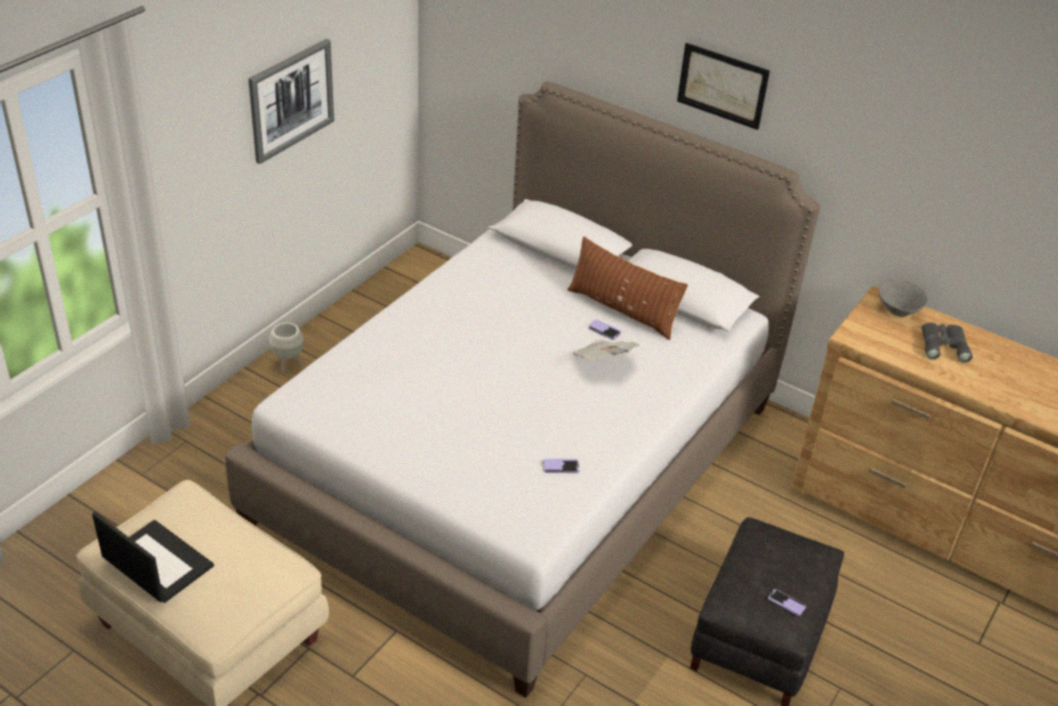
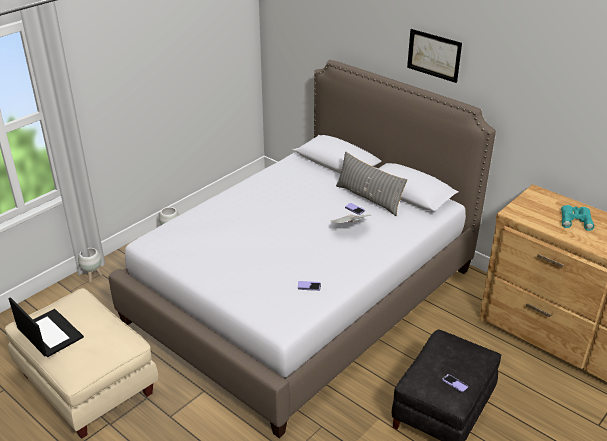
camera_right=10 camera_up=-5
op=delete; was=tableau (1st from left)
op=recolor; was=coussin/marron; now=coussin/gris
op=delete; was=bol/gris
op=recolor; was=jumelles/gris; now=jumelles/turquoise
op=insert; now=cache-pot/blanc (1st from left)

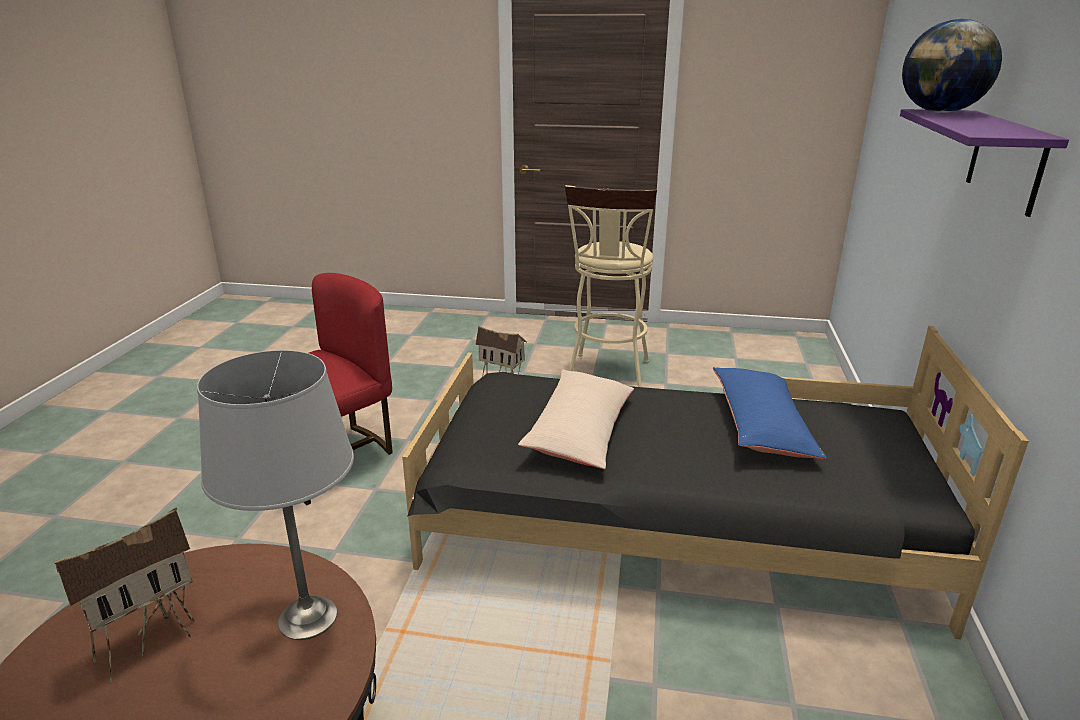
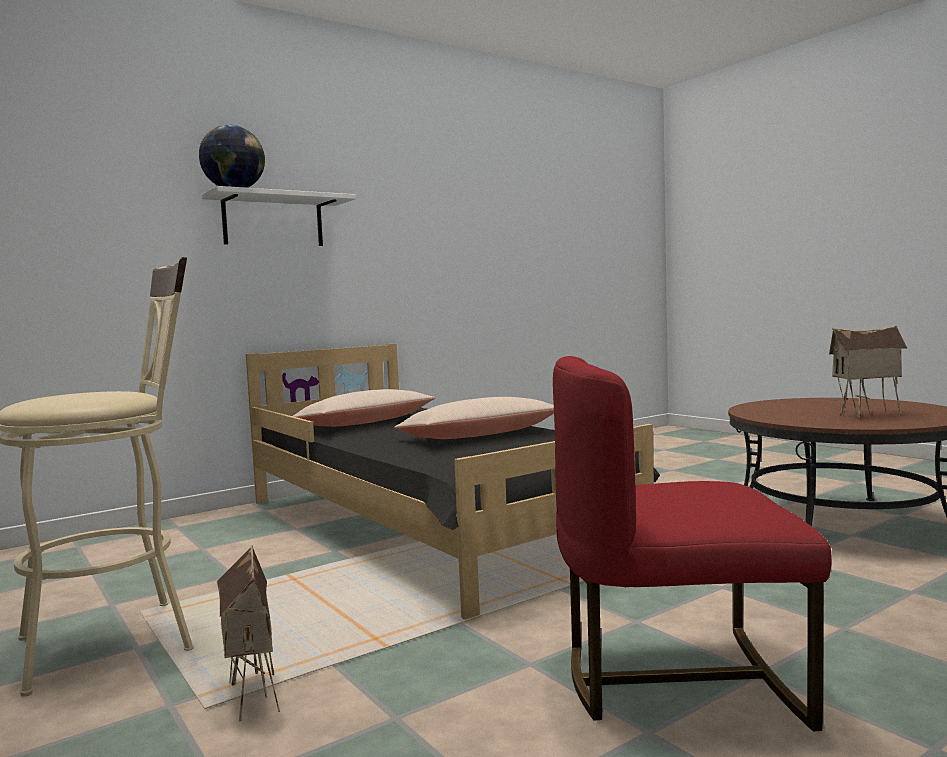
camera_right=-135 camera_up=-20
op=delete; was=lampe de table/gris
op=recolor; was=coussin/bleu; now=coussin/beige (1st from left)
op=recolor; was=étagère/violet; now=étagère/blanc

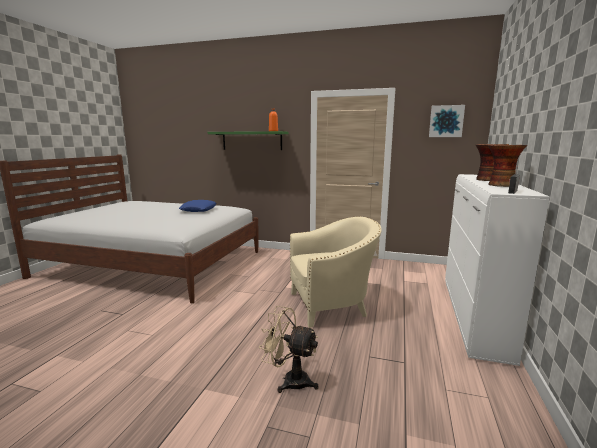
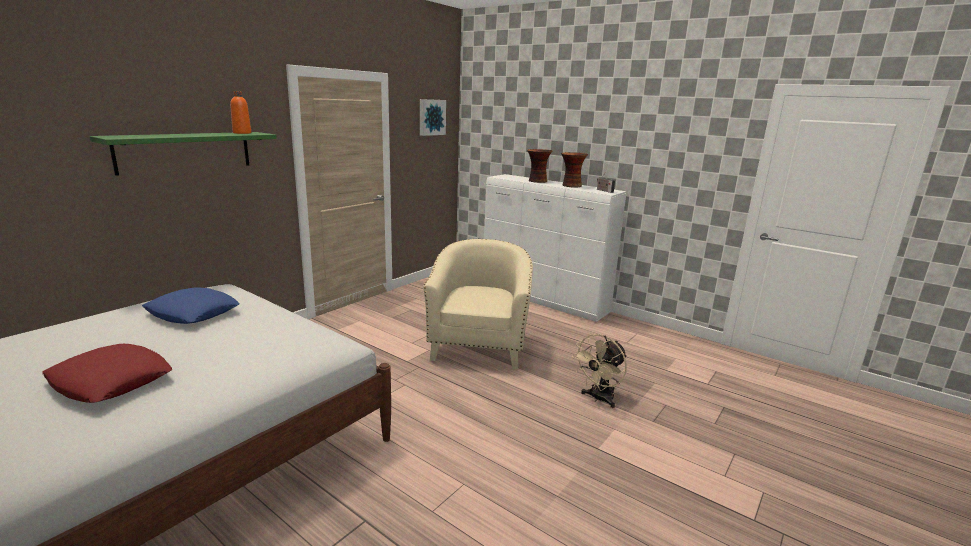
camera_right=-70 camera_up=5
op=insert; now=coussin/rouge

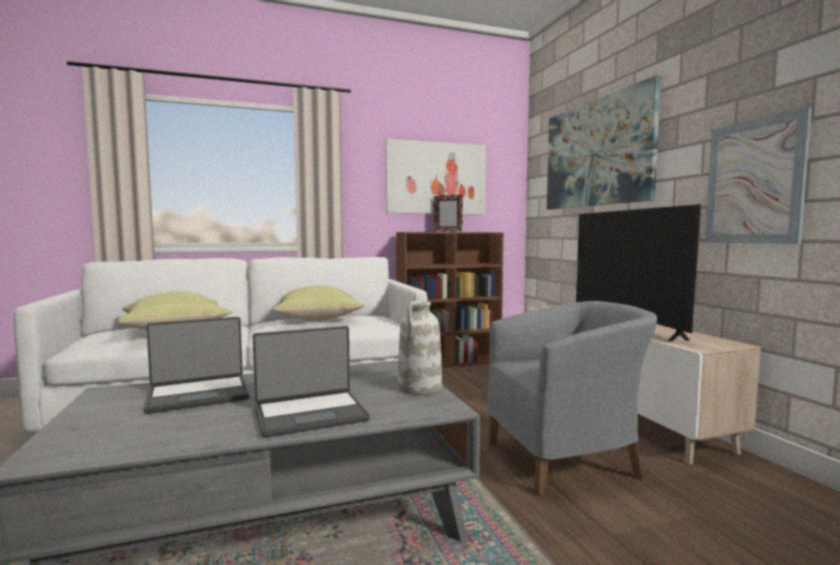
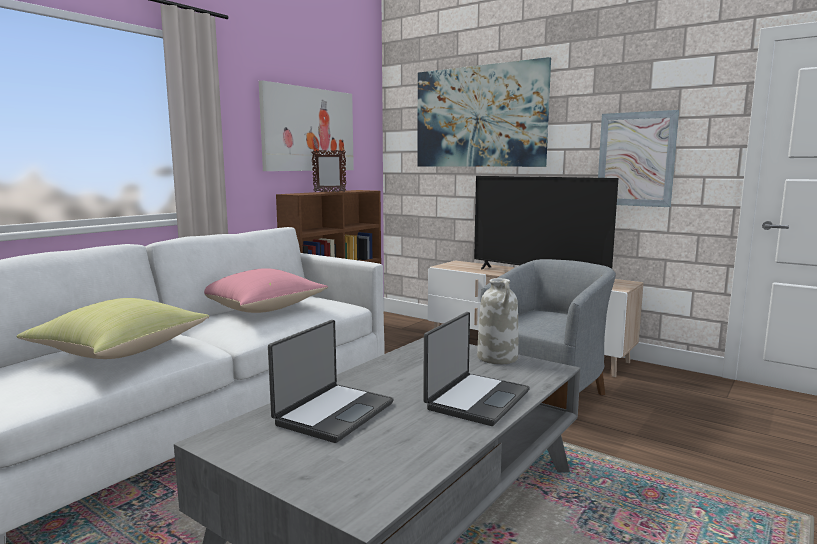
camera_right=-35 camera_up=5
op=recolor; was=coussin/jaune (2nd from left); now=coussin/rose

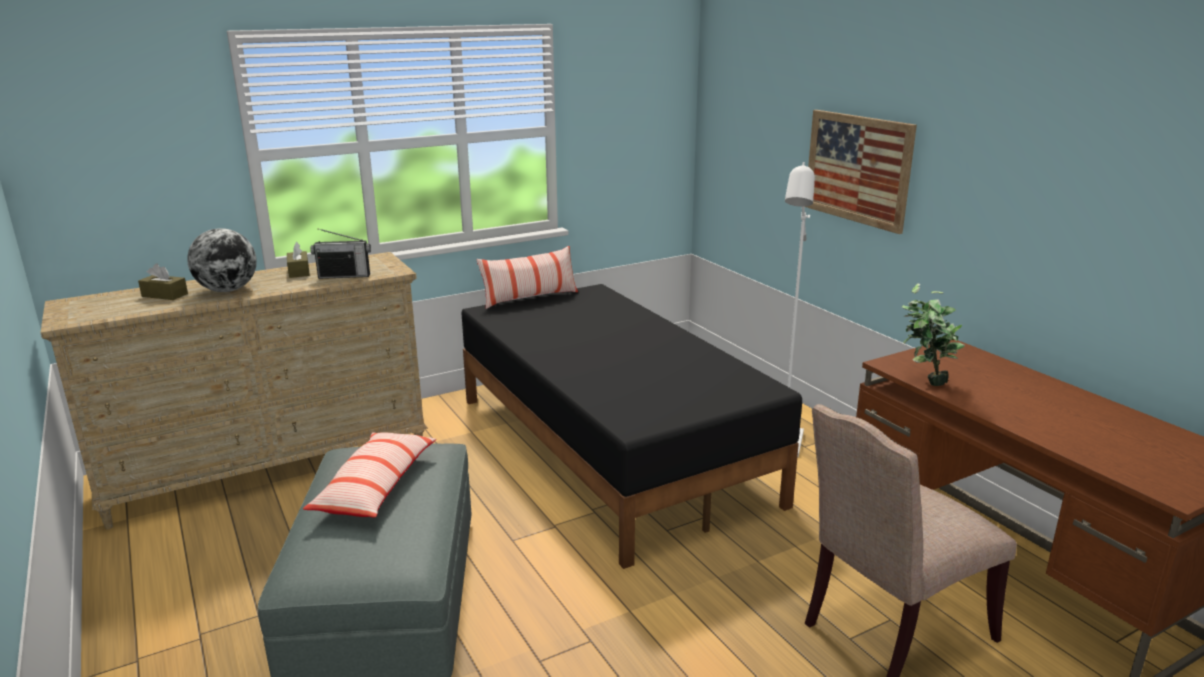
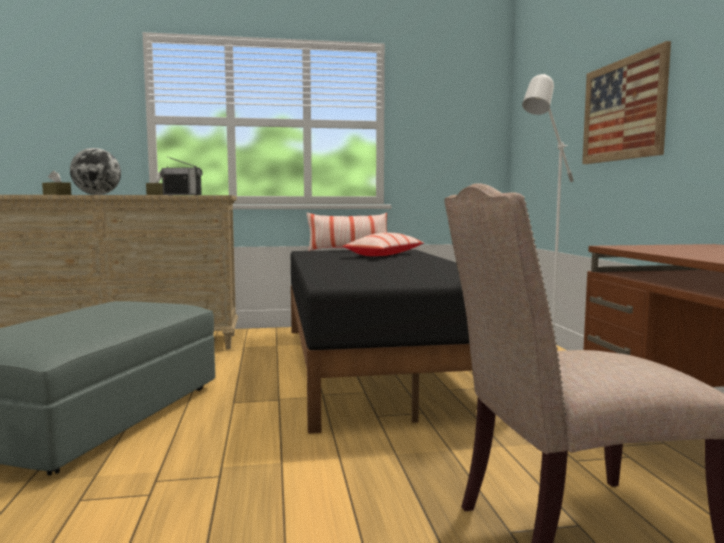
camera_right=20 camera_up=-15
op=move; was=coussin (1st from left in the first image); now=coussin (2nd from left)
op=delete; was=plante en pot

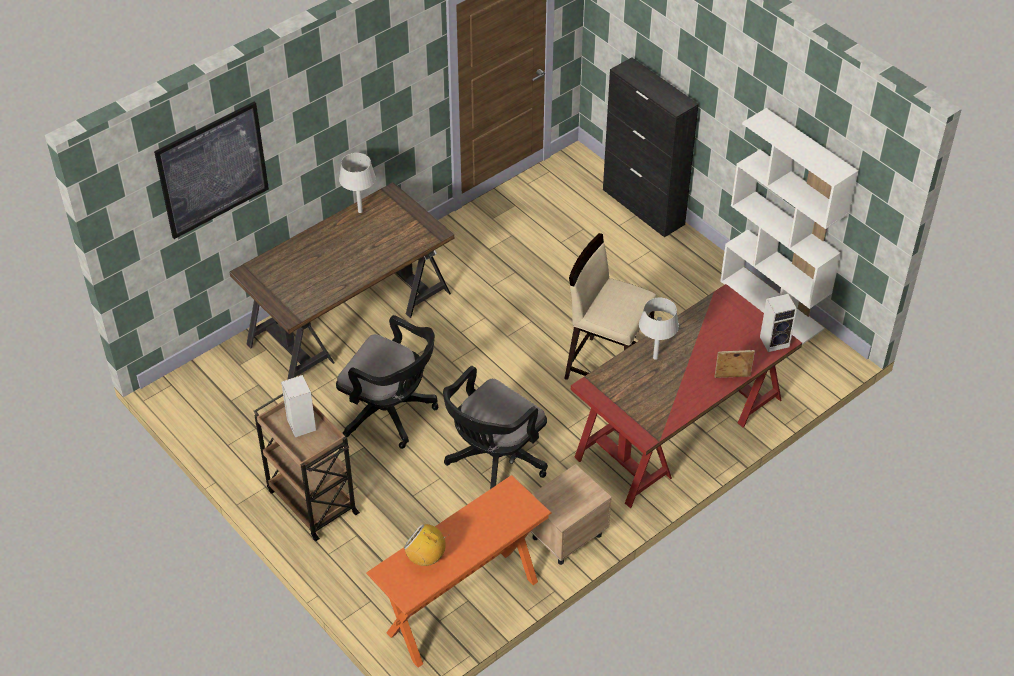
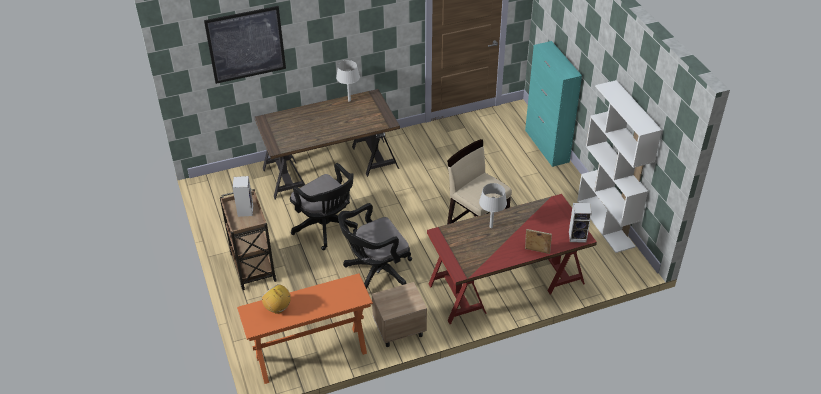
camera_right=20 camera_up=-5
op=recolor; was=meuble de rangement/noir; now=meuble de rangement/turquoise

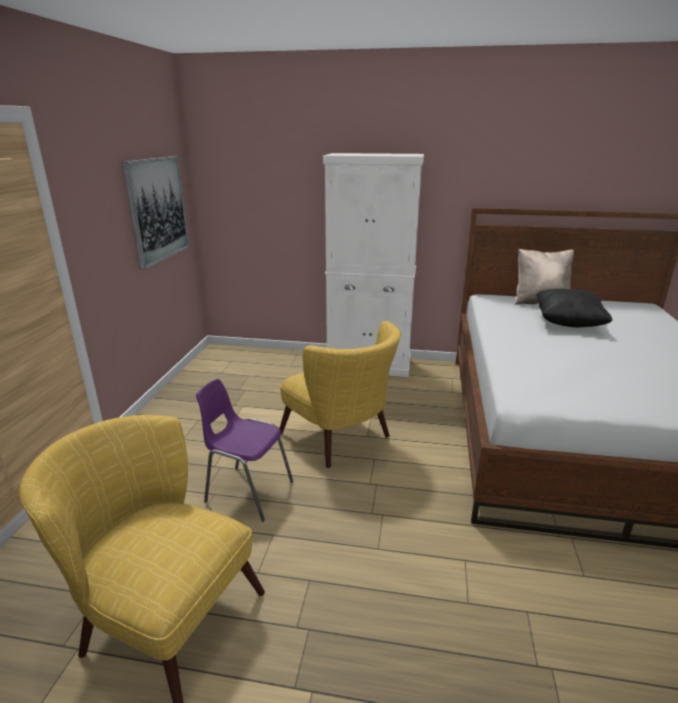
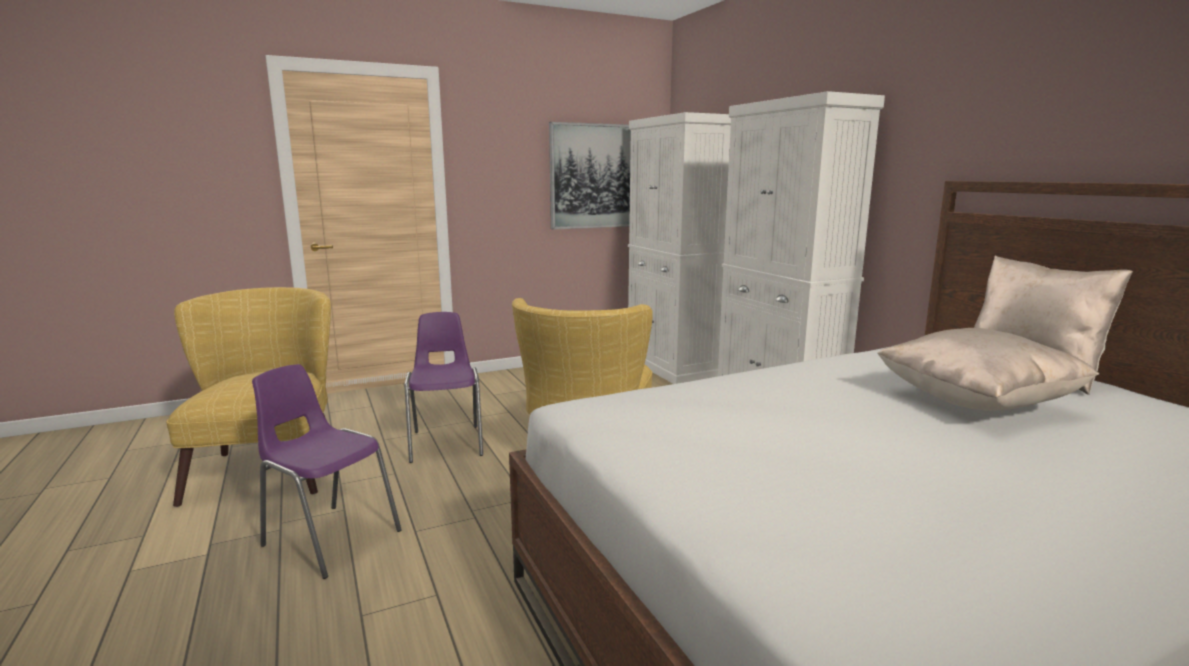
camera_right=55 camera_up=-10
op=recolor; was=coussin/noir; now=coussin/beige (1st from left)
op=insert; now=chaise/violet (1st from left)
op=insert; now=meuble de rangement/blanc (1st from left)

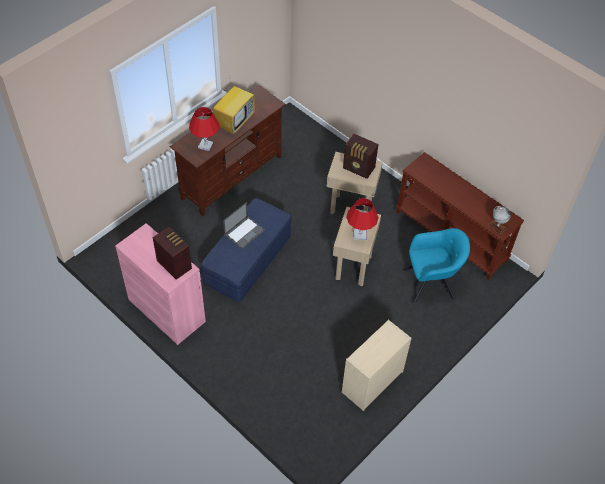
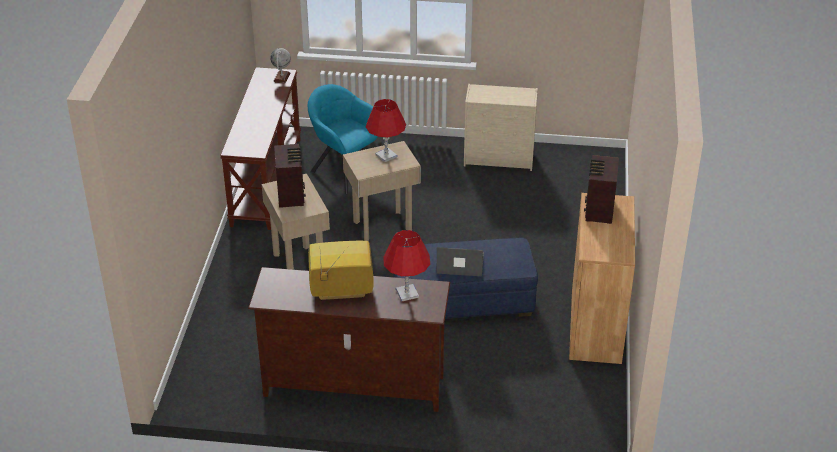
camera_right=-125 camera_up=-15
op=recolor; was=meuble de rangement/rose; now=meuble de rangement/marron

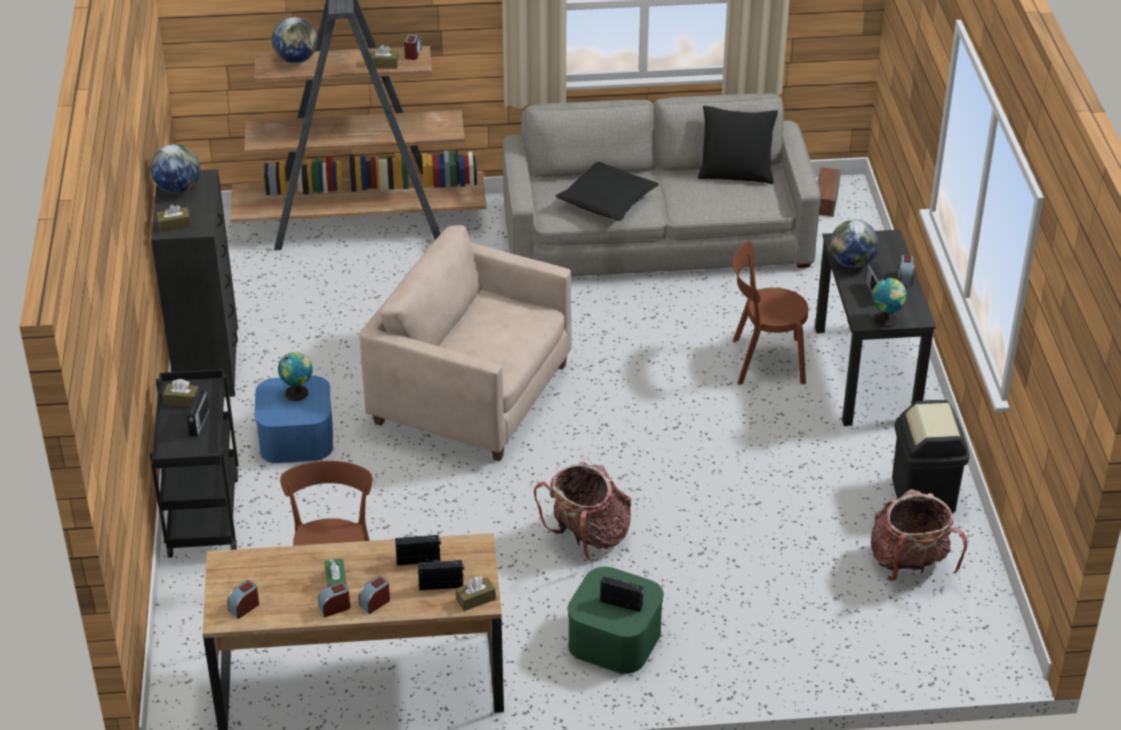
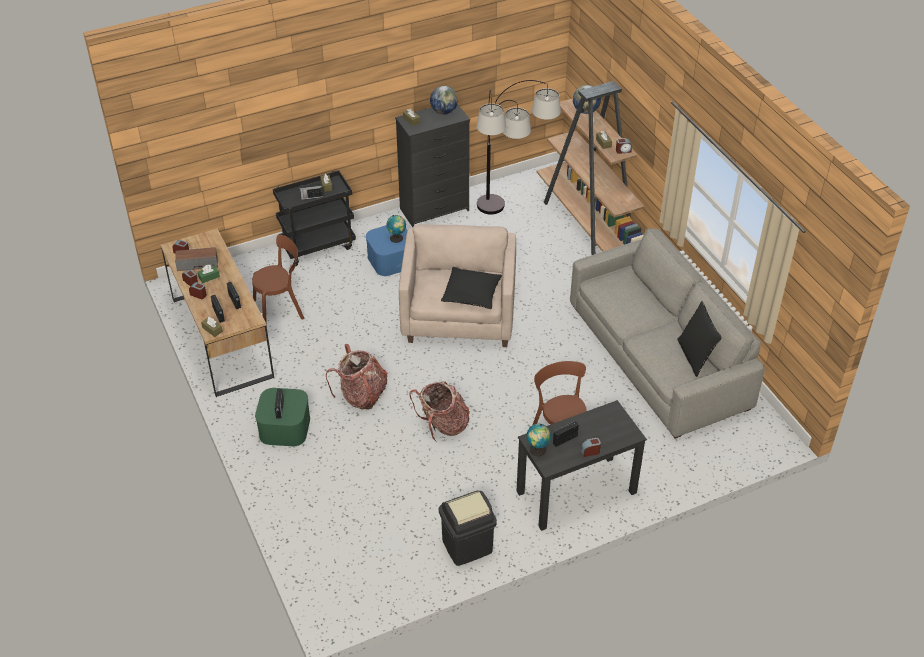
camera_right=70 camera_up=5
op=move; was=coussin/noir (1st from left)
op=move; was=enceinte
op=delete; was=globe (4th from left)
op=move; was=sac à dos (2nd from left)
op=insert; now=lampadaire

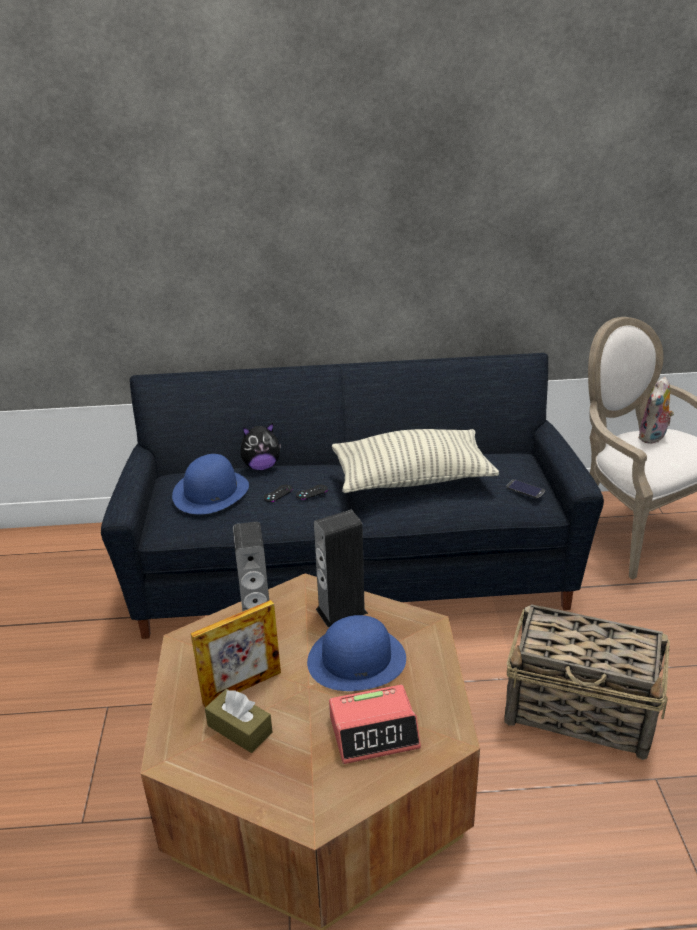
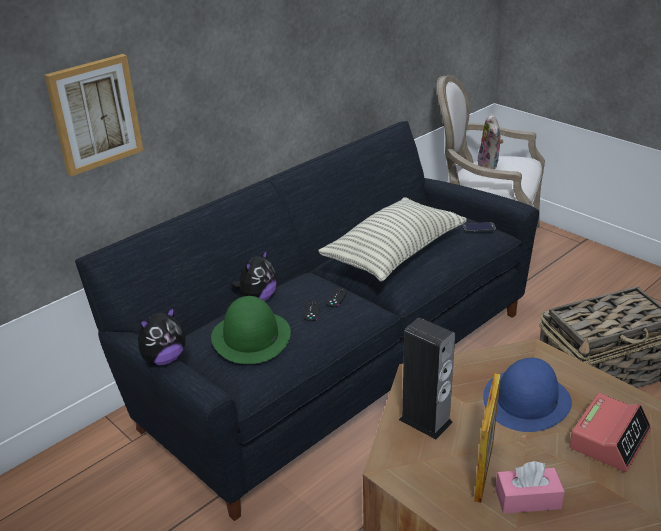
camera_right=-40 camera_up=0
op=recolor; was=chapeau/bleu (1st from left); now=chapeau/vert
op=recolor; was=boîte à mouchoirs/marron; now=boîte à mouchoirs/rose
op=delete; was=enceinte (2nd from left)
op=insert; now=tableau
op=insert; now=peluche (1st from left)

